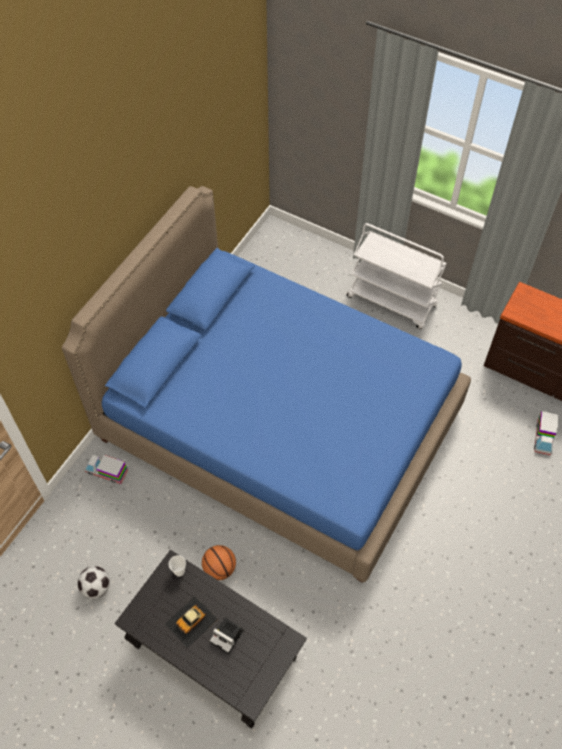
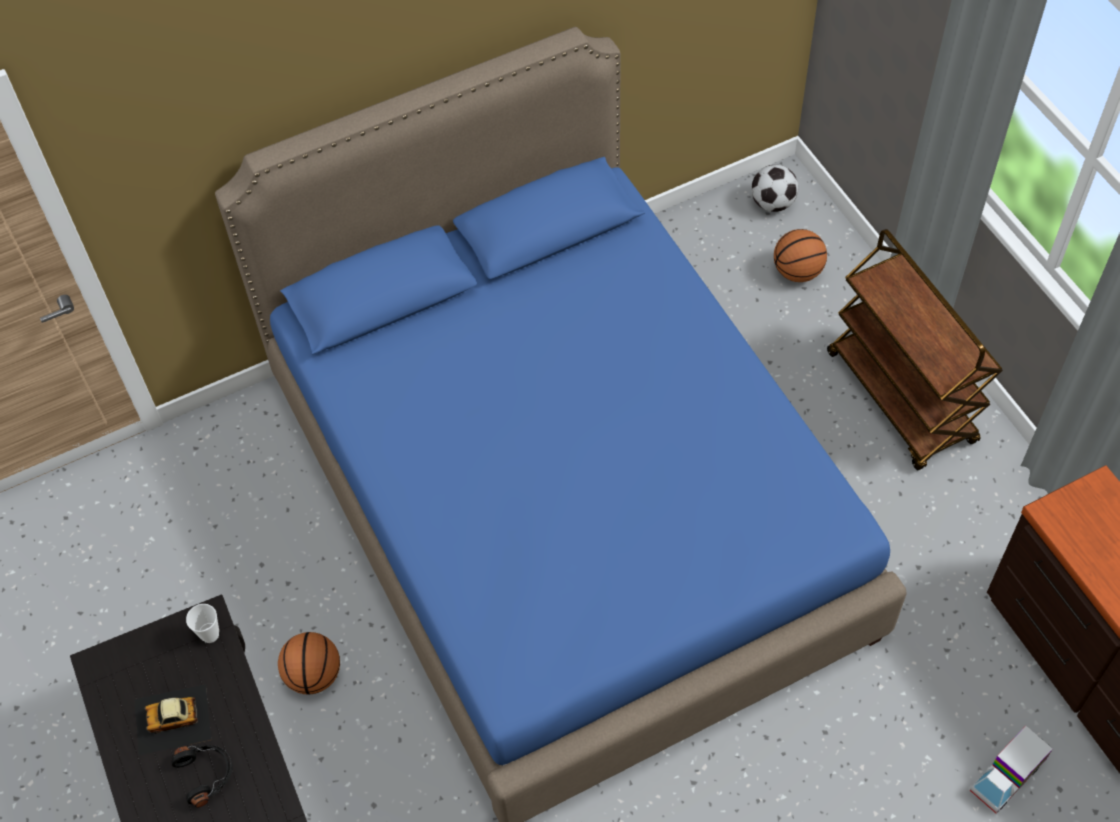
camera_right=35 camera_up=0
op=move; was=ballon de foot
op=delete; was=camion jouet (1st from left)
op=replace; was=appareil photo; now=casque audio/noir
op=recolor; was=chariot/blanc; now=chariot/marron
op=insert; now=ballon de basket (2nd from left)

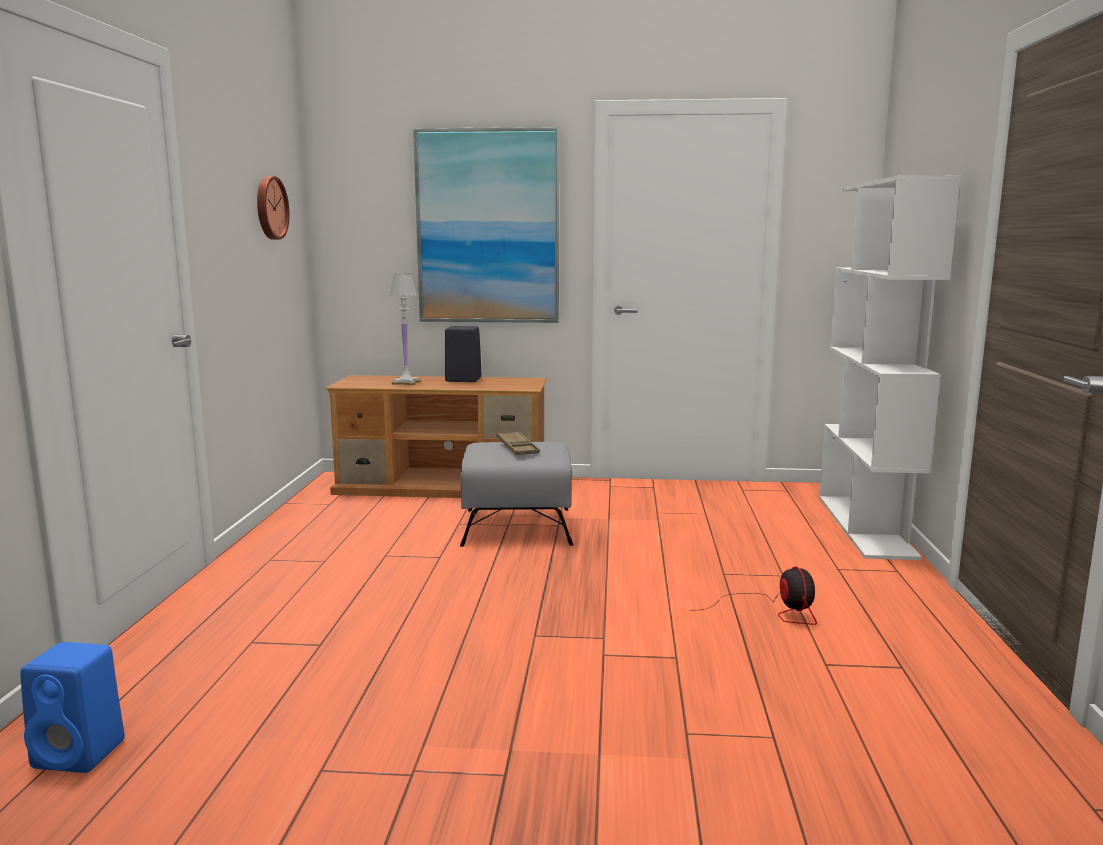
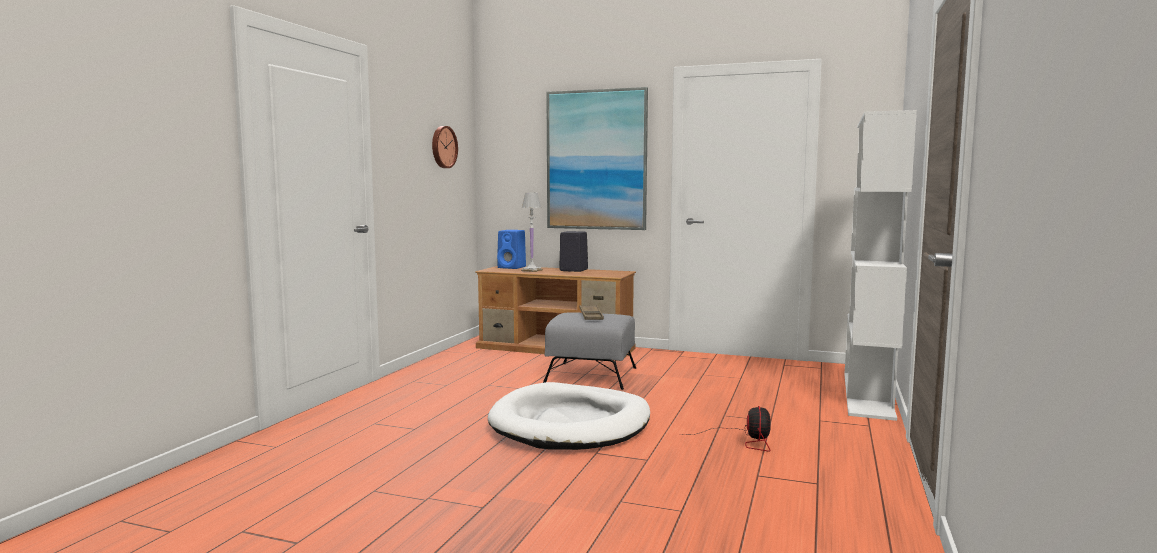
camera_right=15 camera_up=-5
op=move; was=enceinte/bleu
op=insert; now=panier pour chien/blanc

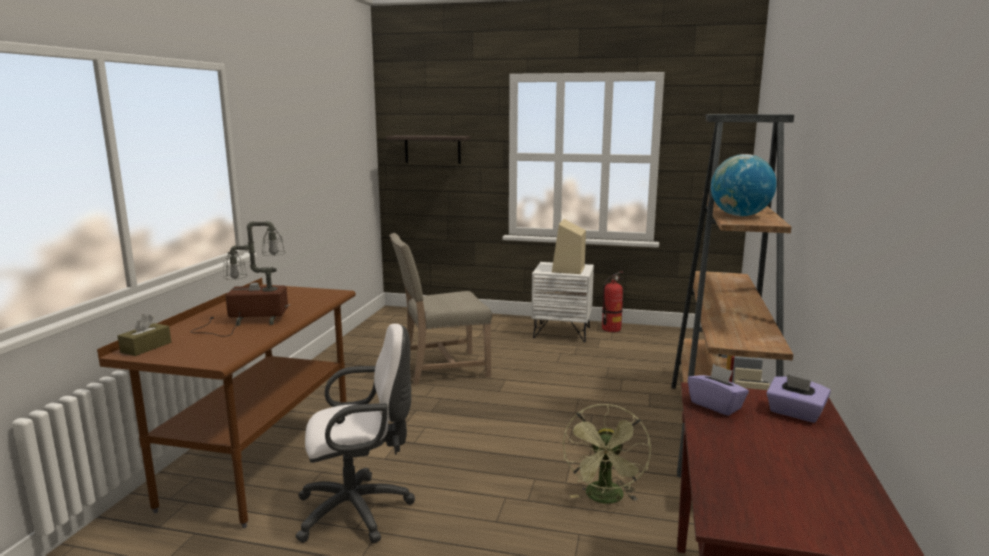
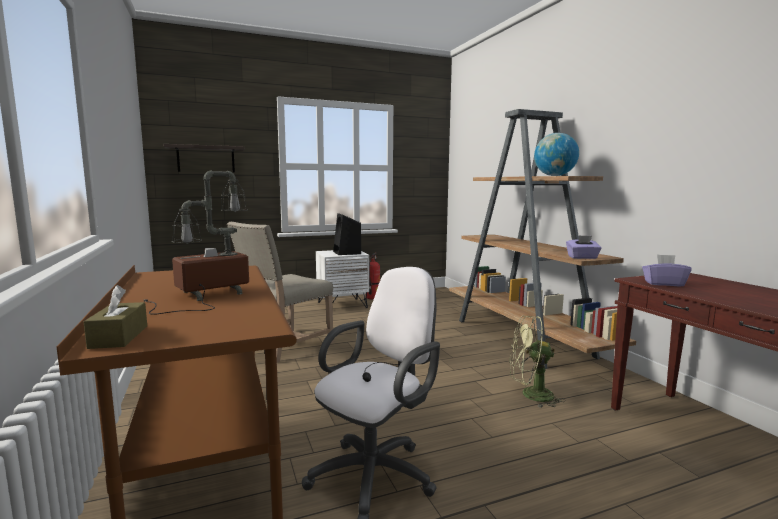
camera_right=-35 camera_up=-5
op=recolor; was=enceinte/beige; now=enceinte/noir
op=rotate; was=ventilateur/vert; clockwise=120
op=move; was=boîte à mouchoirs/violet (2nd from left in the first image); now=boîte à mouchoirs/violet (1st from left)

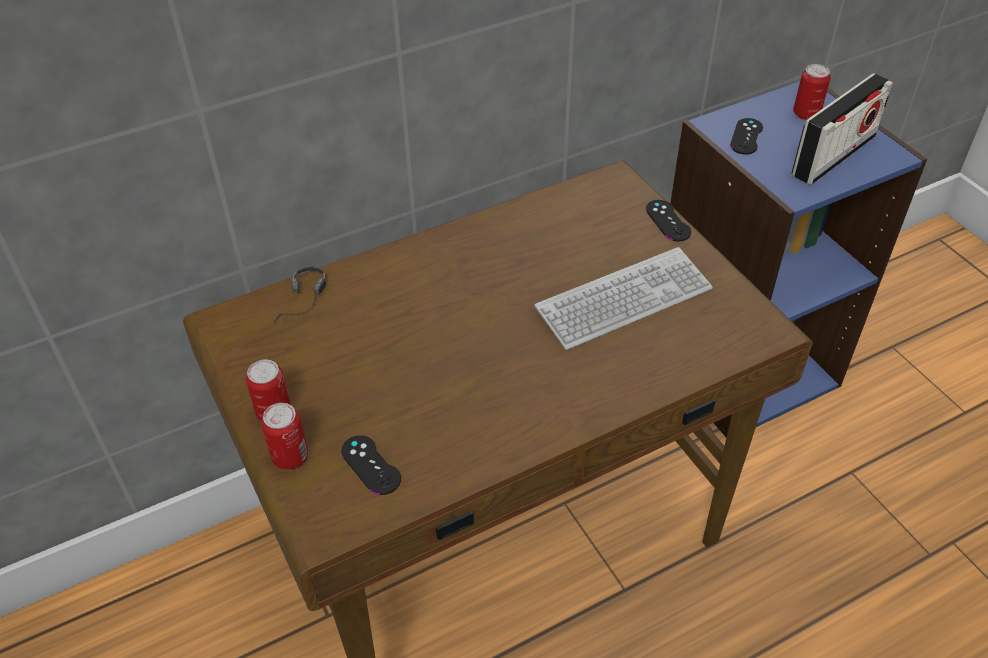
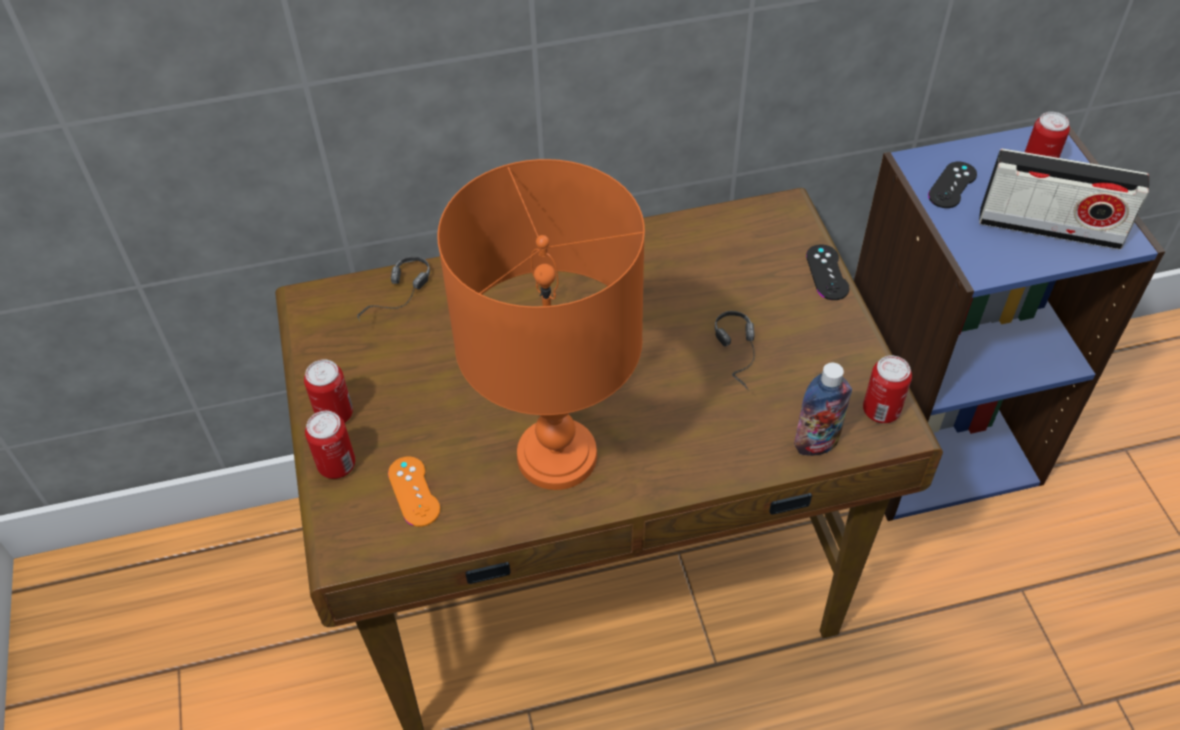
camera_right=15 camera_up=5
op=recolor; was=manette/noir (1st from left); now=manette/orange
op=replace; was=clavier; now=casque audio (2nd from left)
op=rotate; was=radio; clockwise=45
op=insert; now=lampe de table/orange
op=insert; now=bouteille
op=insert; now=boîte métallique (3rd from left)

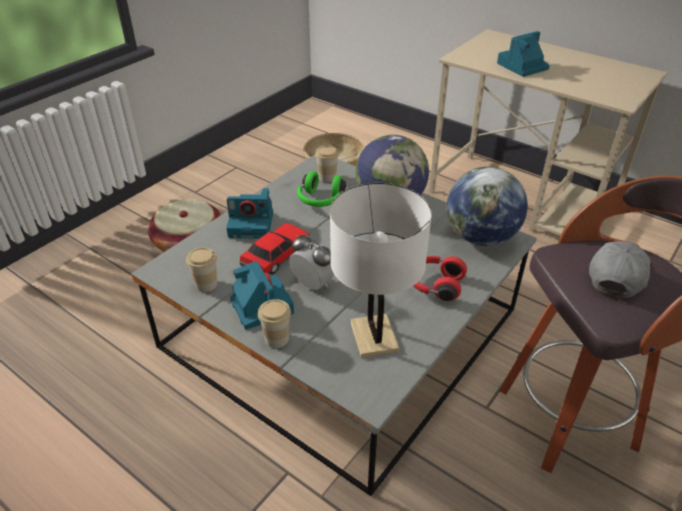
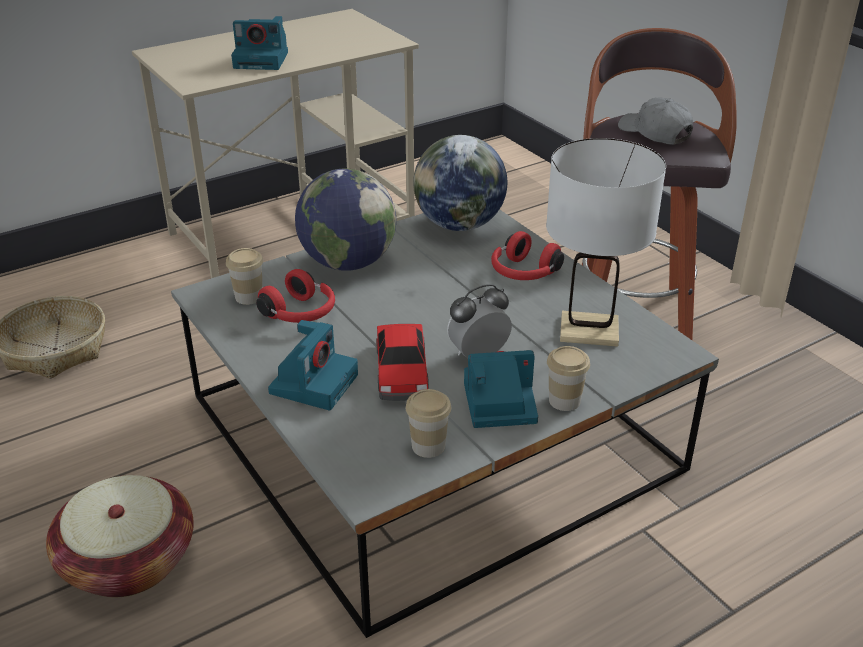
camera_right=-70 camera_up=-5
op=rotate; was=petite voiture; clockwise=-150
op=recolor; was=casque audio/vert; now=casque audio/rouge (1st from left)
op=rotate; was=appareil photo (3rd from left in the first image); clockwise=-75

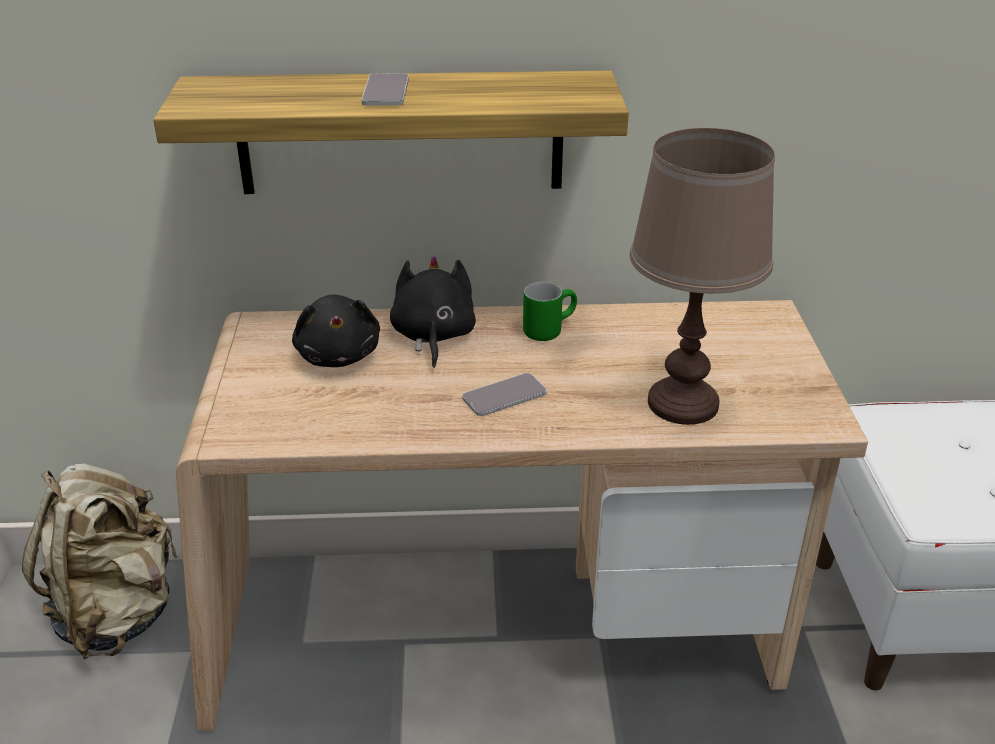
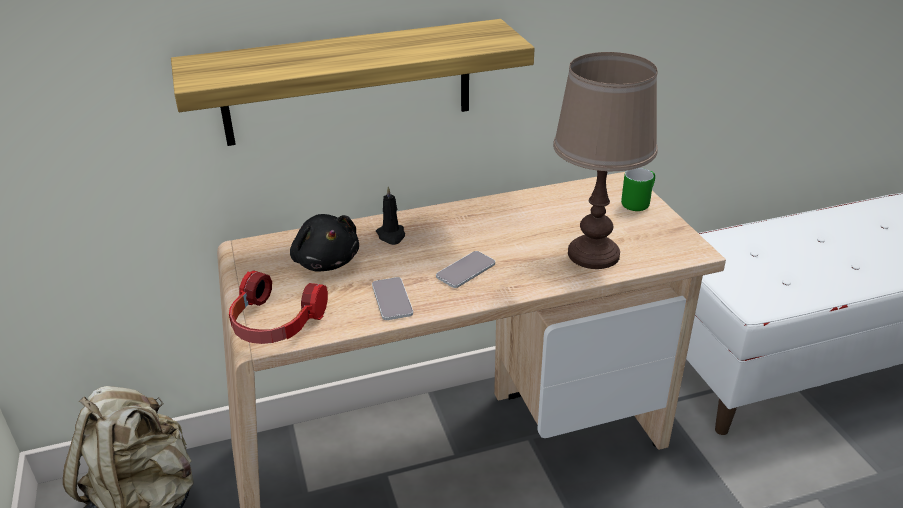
camera_right=-15 camera_up=0
op=move; was=téléphone (1st from left)
op=replace; was=peluche/noir (2nd from left); now=bougie/noir
op=move; was=mug/vert
op=insert; now=casque audio

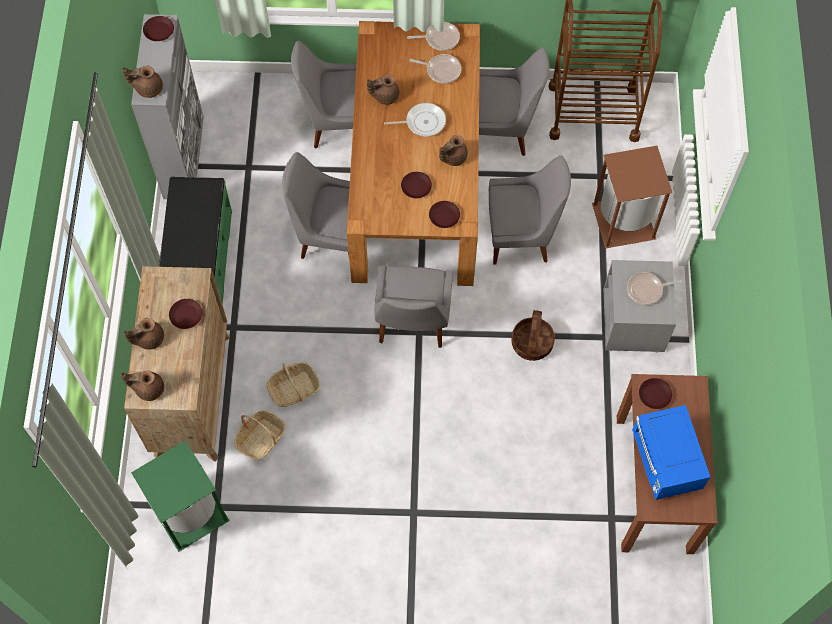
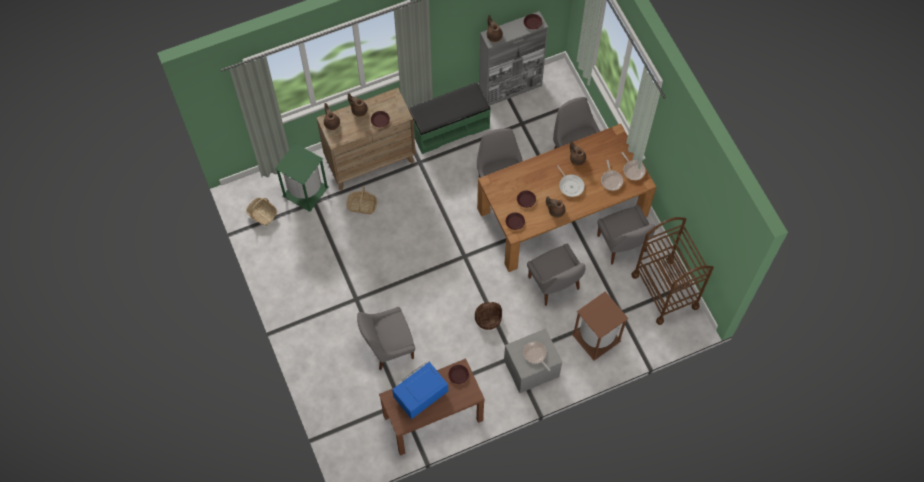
camera_right=65 camera_up=0
op=move; was=panier (2nd from left in the first image); now=panier (1st from left)
op=move; was=chaise/gris (3rd from left in the first image); now=chaise/gris (1st from left)

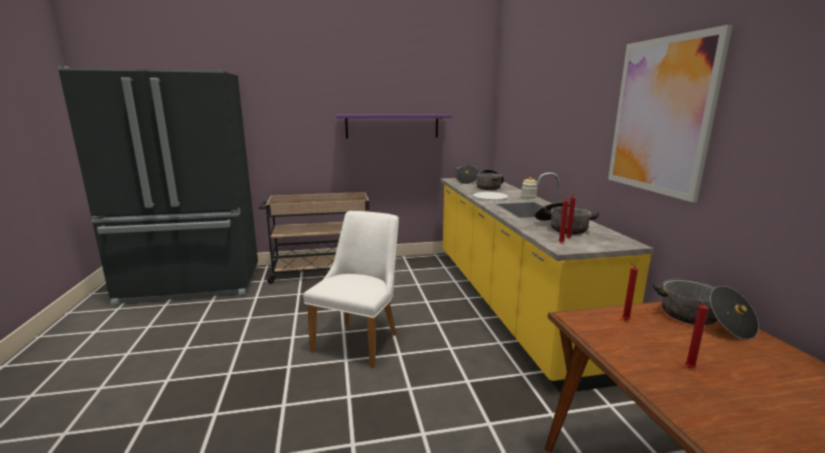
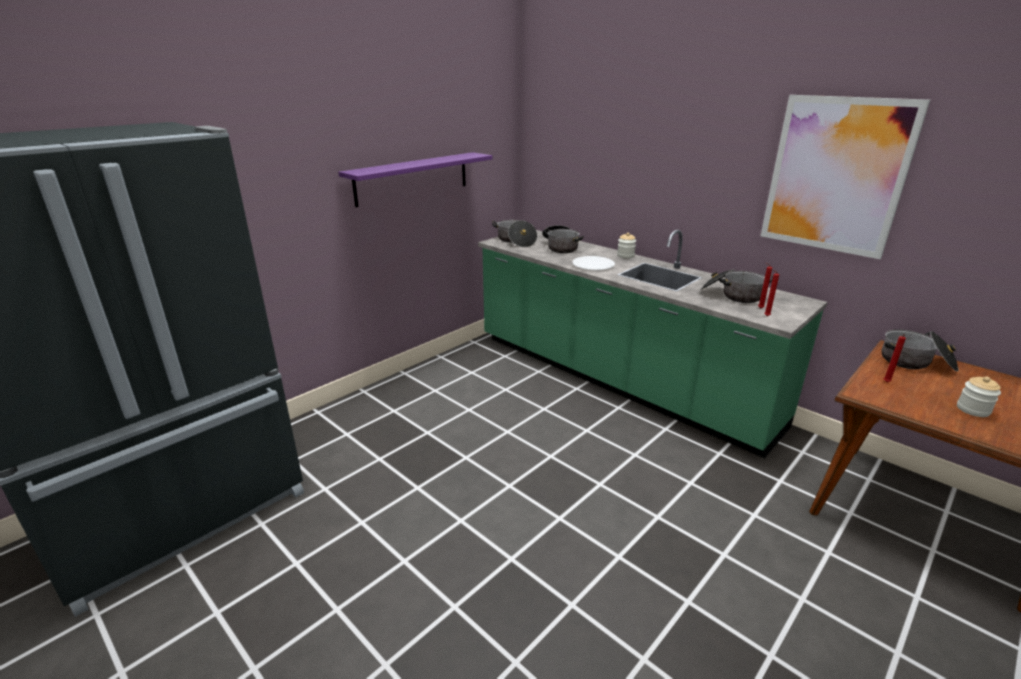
camera_right=-35 camera_up=10
op=delete; was=chariot/beige
op=delete; was=chaise/blanc
op=recolor; was=comptoir de cuisine/jaune; now=comptoir de cuisine/vert
op=replace; was=bougie/rouge (4th from left); now=bocal (2nd from left)

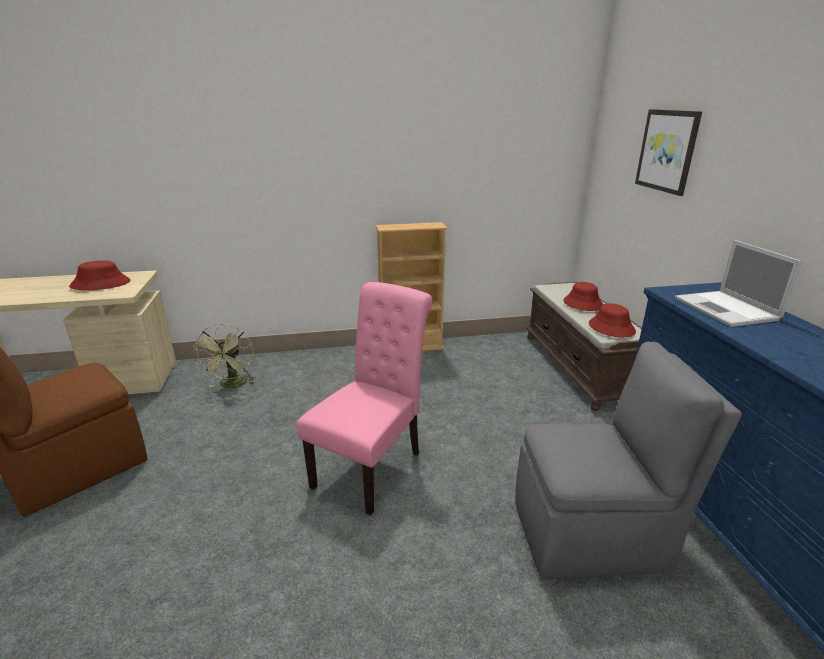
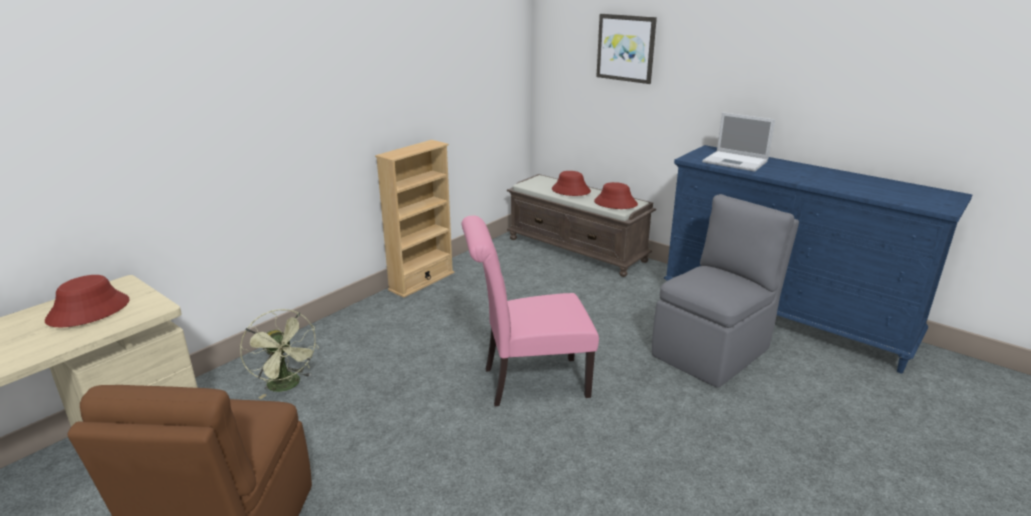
camera_right=-40 camera_up=0
op=rotate; was=chaise/rose; clockwise=-90

